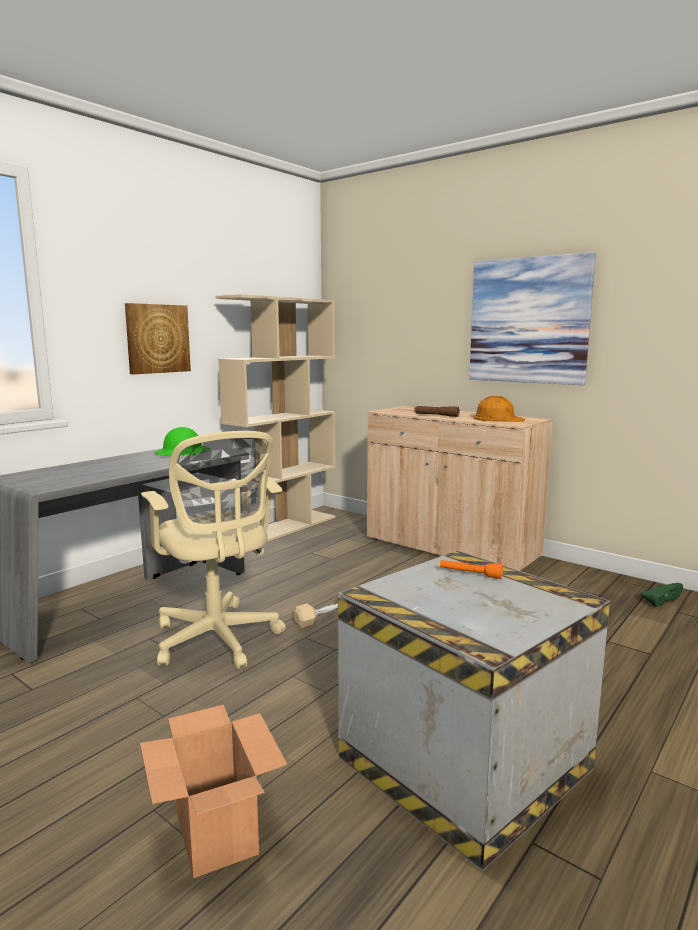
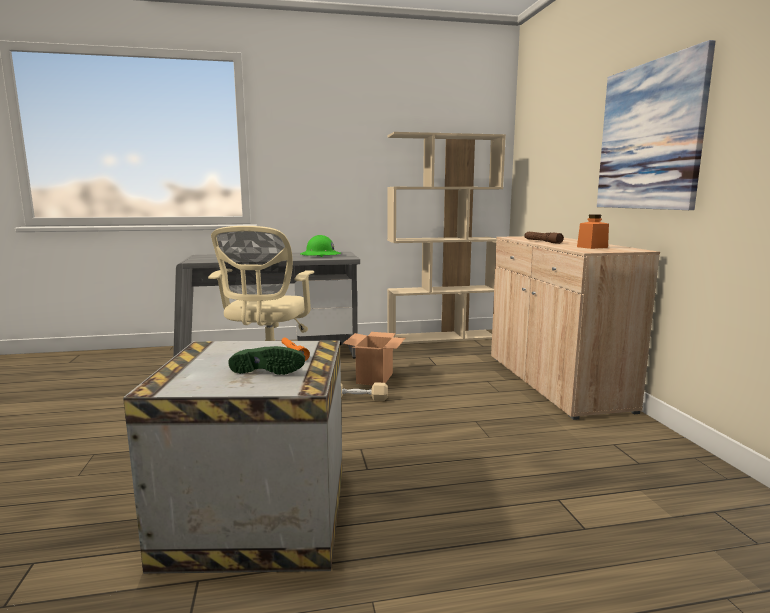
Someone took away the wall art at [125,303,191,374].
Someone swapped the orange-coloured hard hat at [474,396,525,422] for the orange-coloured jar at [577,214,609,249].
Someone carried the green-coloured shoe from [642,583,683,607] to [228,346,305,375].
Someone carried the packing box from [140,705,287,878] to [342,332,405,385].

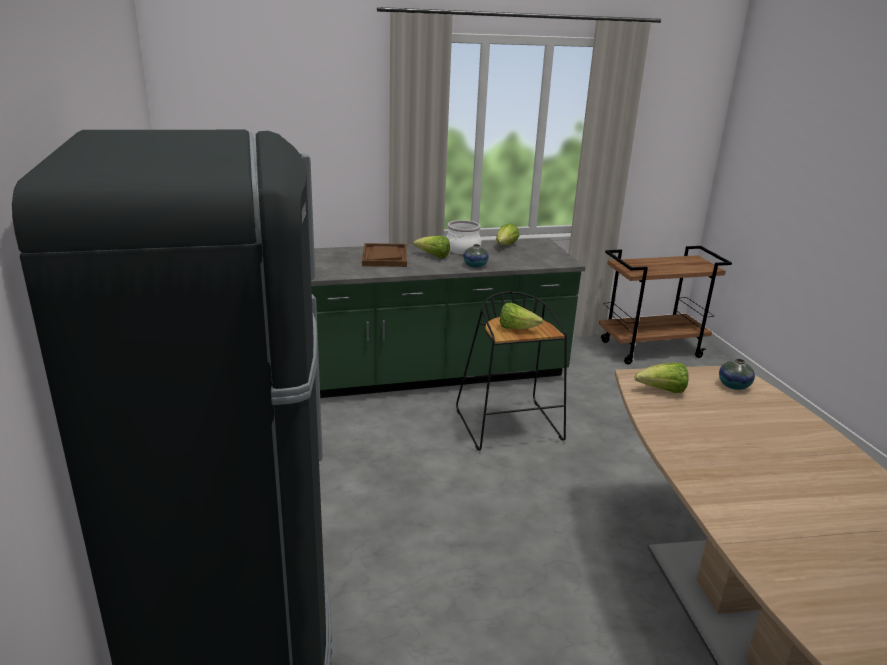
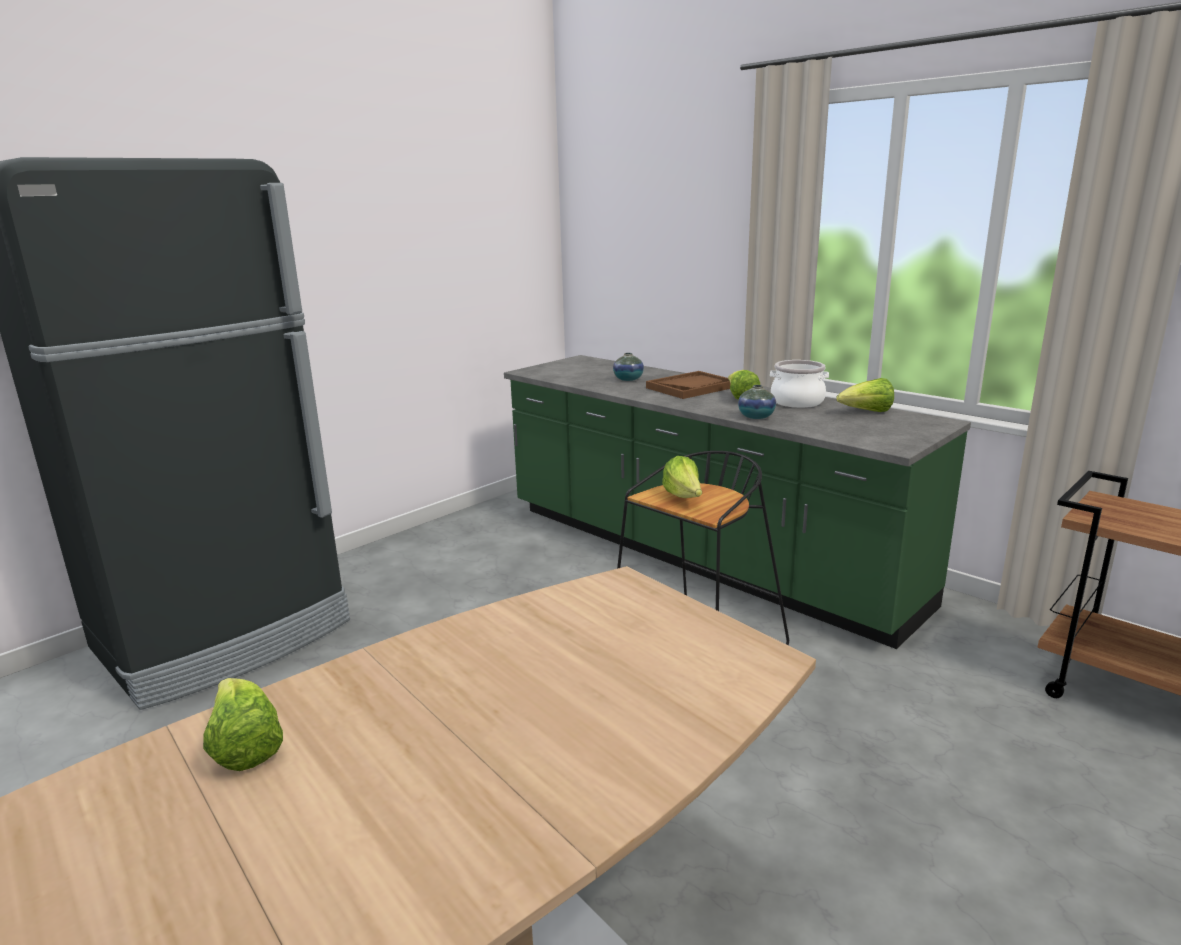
Someone carried the decorative vase from [719,359,755,390] to [613,353,644,381].
Someone carried the lettuce head from [635,362,689,393] to [203,678,283,771].

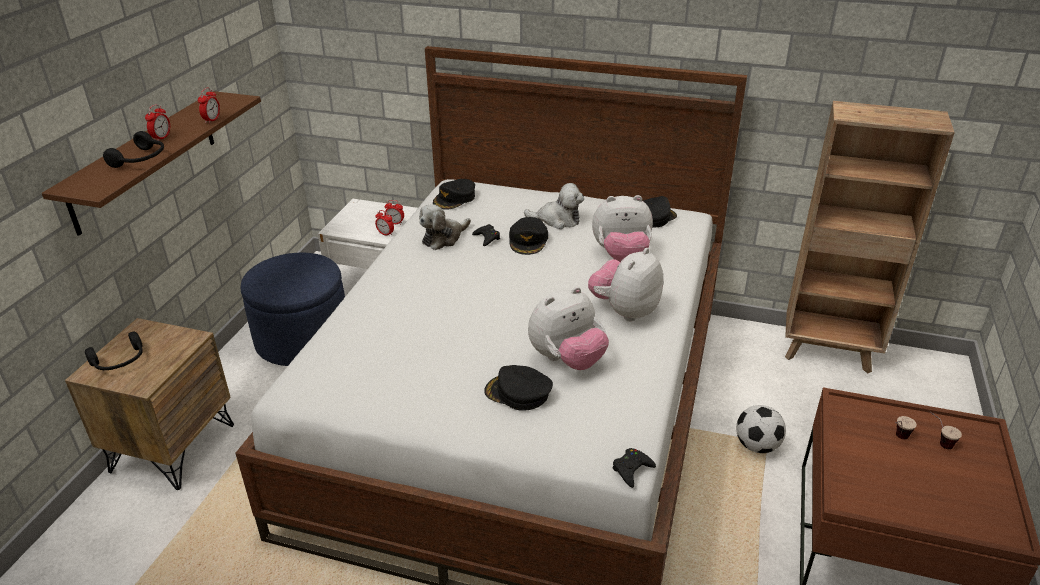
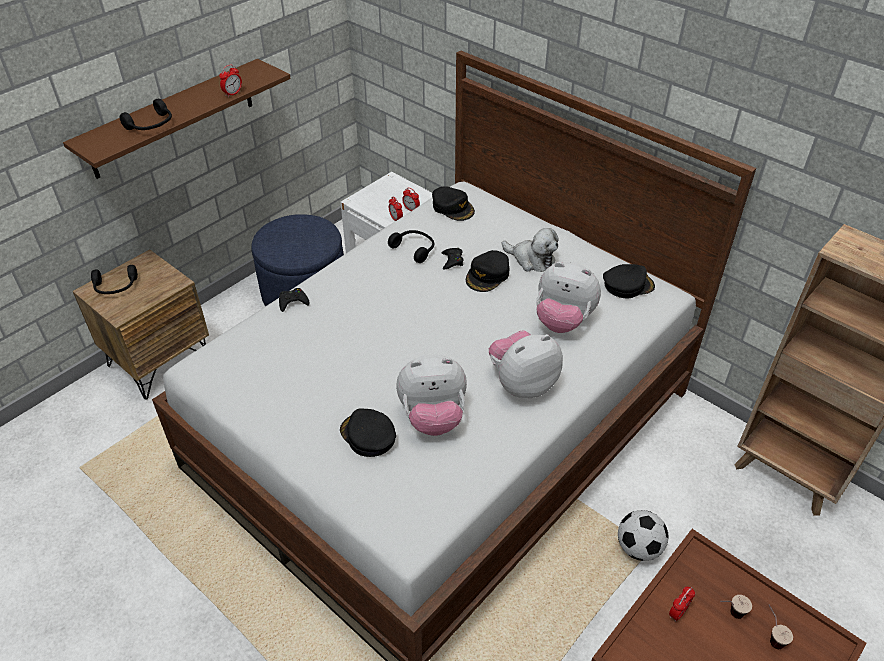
Someone carried the alarm clock from [145,104,170,141] to [669,587,695,622].
Someone rotated the black peaked cap at [433,179,475,210] by 105 degrees counterclockwise.
Someone swapped the cuddly toy at [419,204,471,250] for the black headset at [388,230,434,263].
Someone carried the black game controller from [613,448,656,488] to [279,288,309,312].

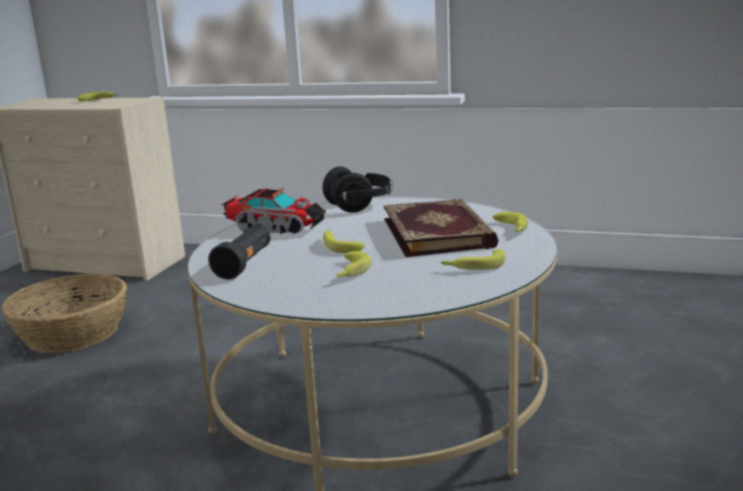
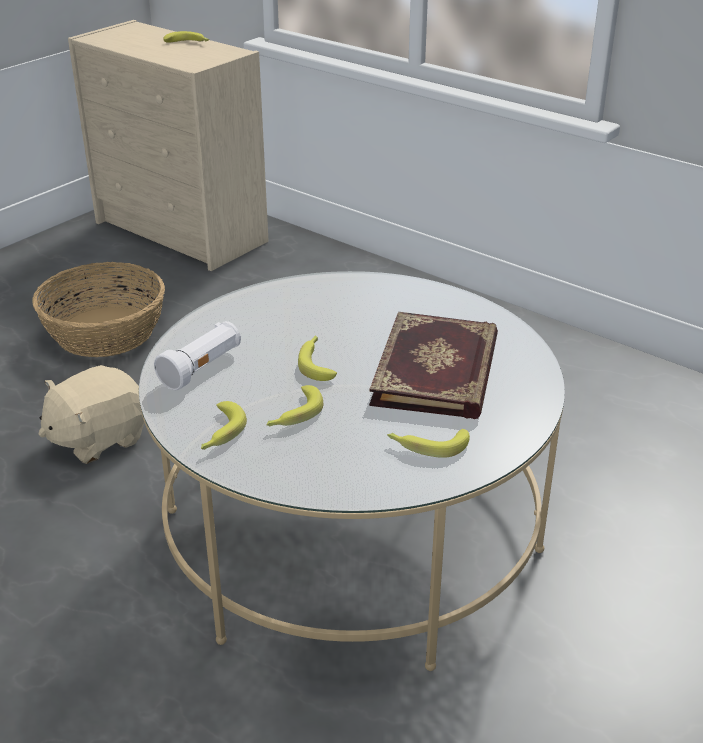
Someone took away the black headset at [323,166,393,213].
Someone took away the toy lorry at [221,188,326,234].
Someone carried the banana from [492,212,528,232] to [201,401,247,450].
Someone repainted the black flashlight at [208,224,270,280], which became the white-coloured flashlight at [154,321,241,390].
Someone put down the beige cuddly toy at [38,365,144,464].

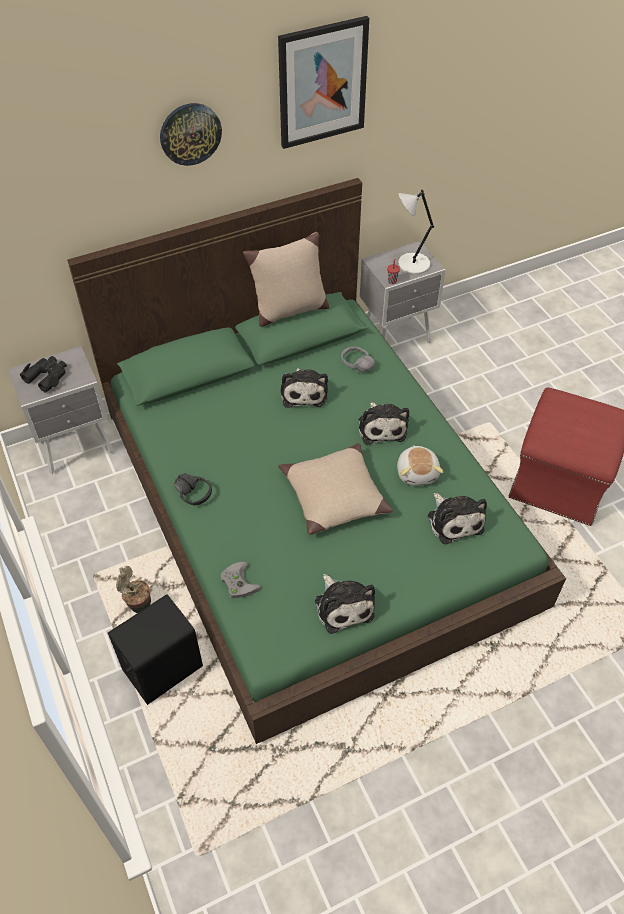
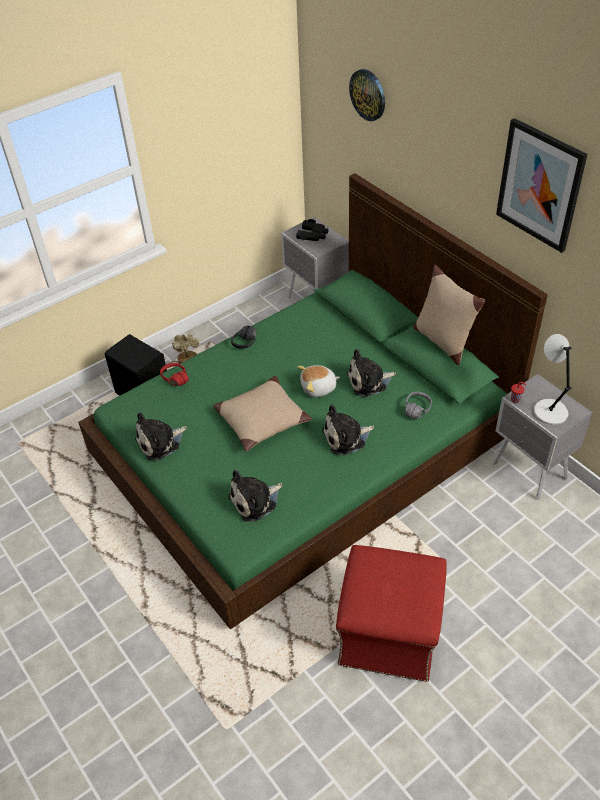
Someone carried the clock on the wall from [160,103,222,166] to [349,69,385,121].
Someone carried the cuddly toy from [397,446,444,485] to [298,365,340,397].
Someone swapped the greyish game controller at [221,562,261,598] for the reddish headset at [160,363,189,386].

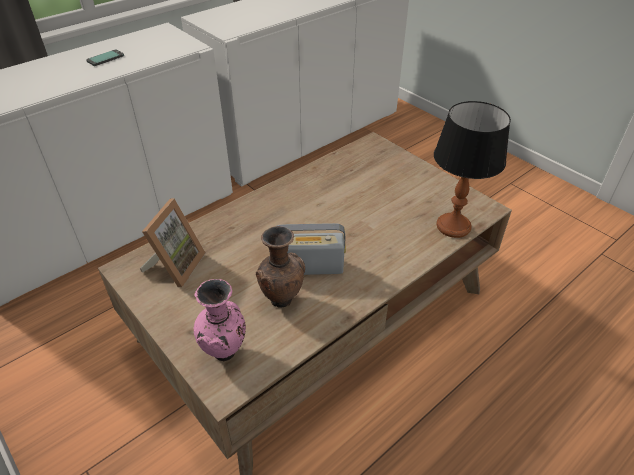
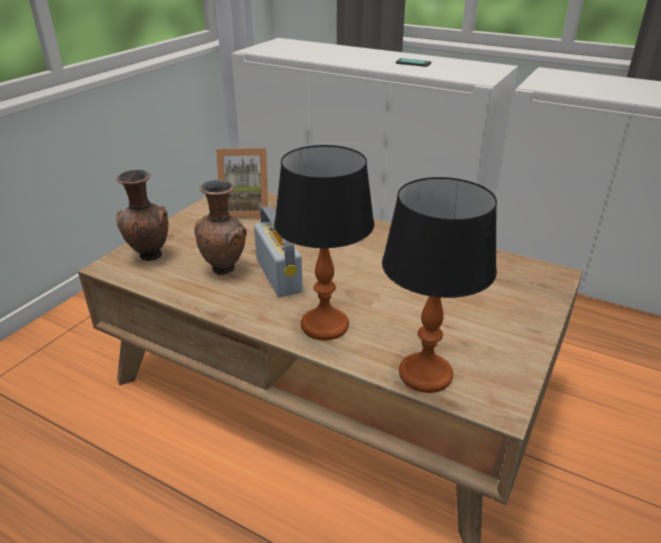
Someone repainted the pink-coloured decorative vase at [194,279,246,361], which became the brownish decorative vase at [116,169,168,261].
Someone put down the lamp for a table at [274,145,374,341].

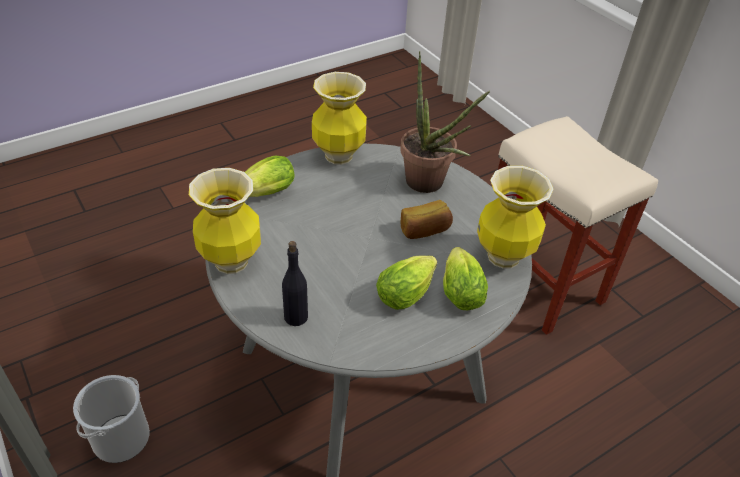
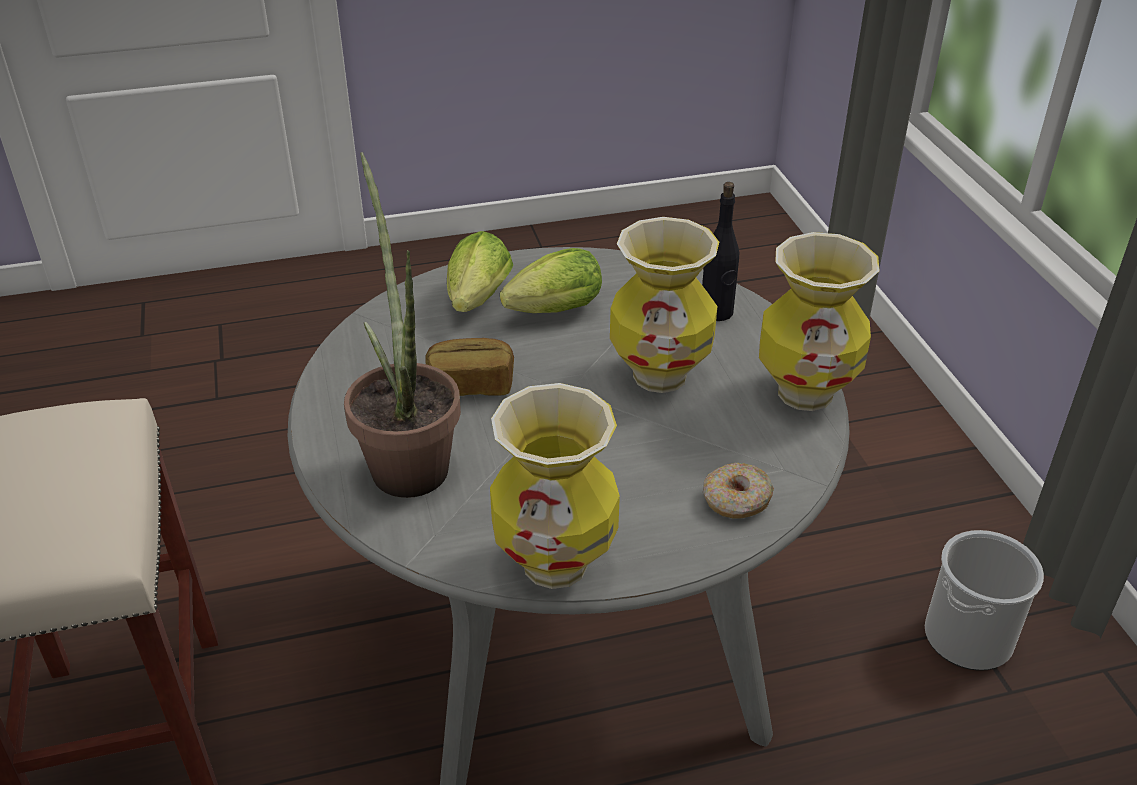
Someone swapped the lettuce head at [245,155,295,197] for the doughnut at [703,463,774,518].
Someone carried the decorative vase from [477,166,554,269] to [610,217,719,393].

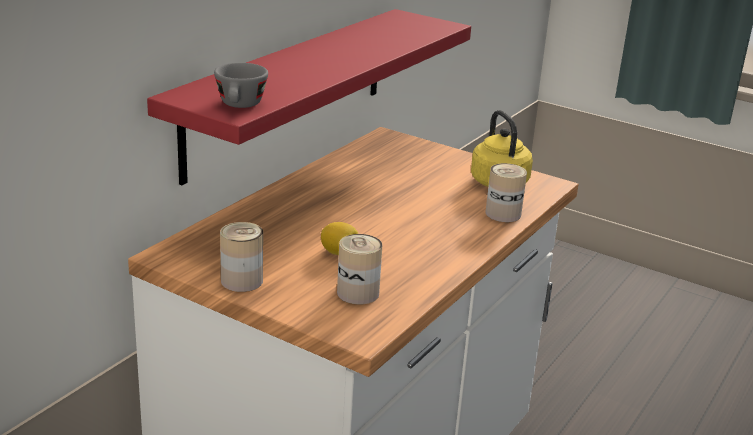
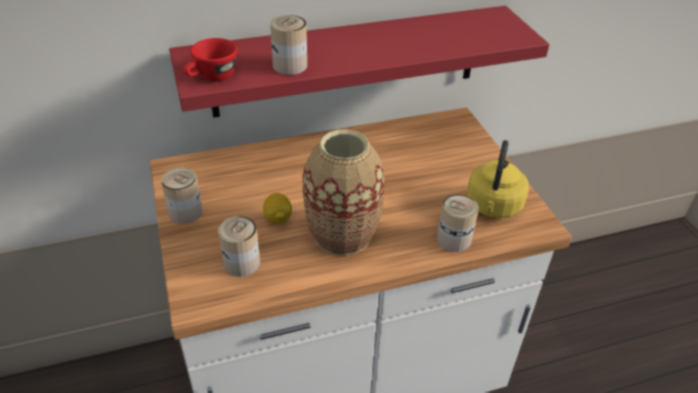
Someone repainted the greyish cup at [214,63,268,108], which became the reddish cup at [183,38,238,81].
Someone put down the metal can at [270,15,307,75].
Someone put down the decorative vase at [303,129,384,256].

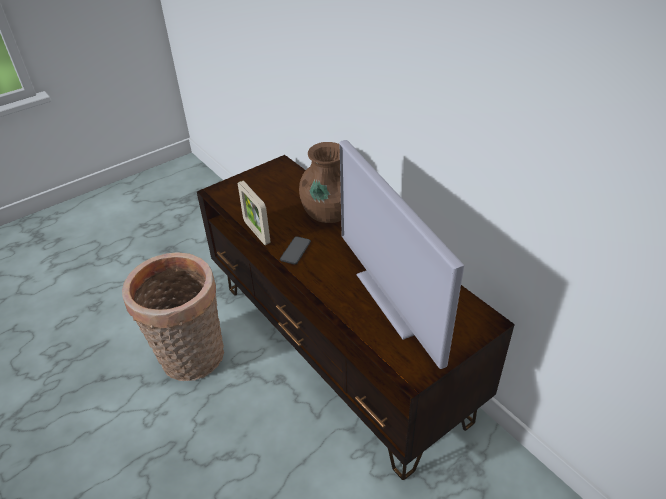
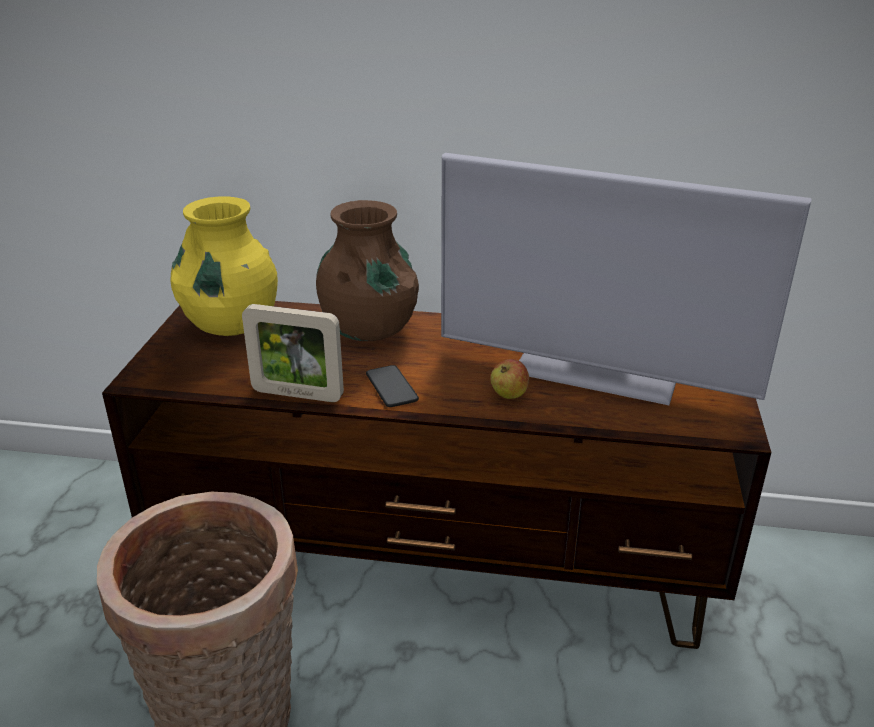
Someone put down the yellow decorative vase at [171,196,278,336].
Someone put down the apple at [490,359,529,399].

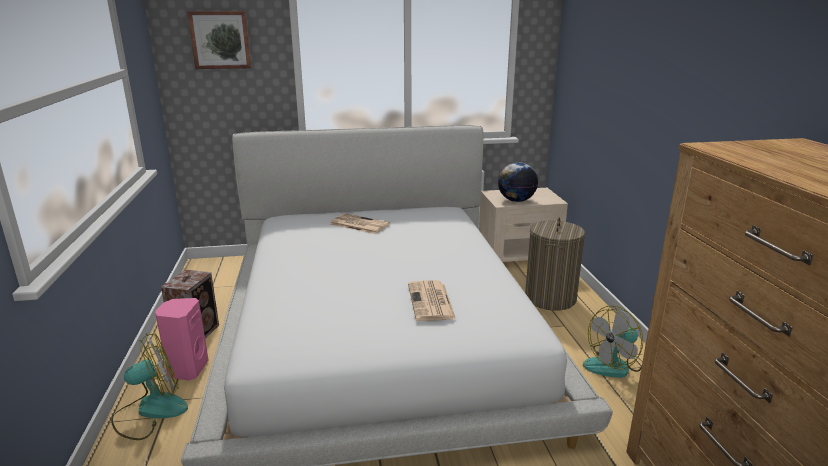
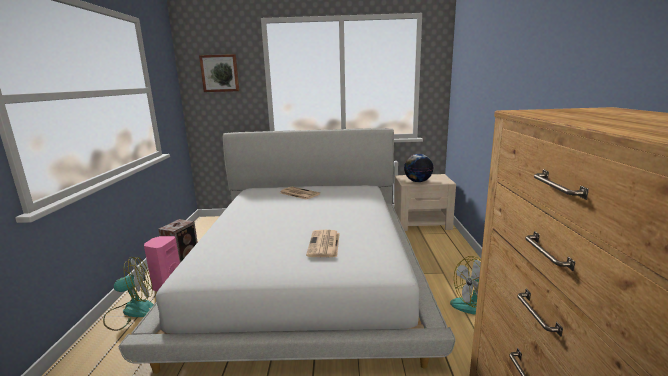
Someone took away the hamper at [525,217,585,311].

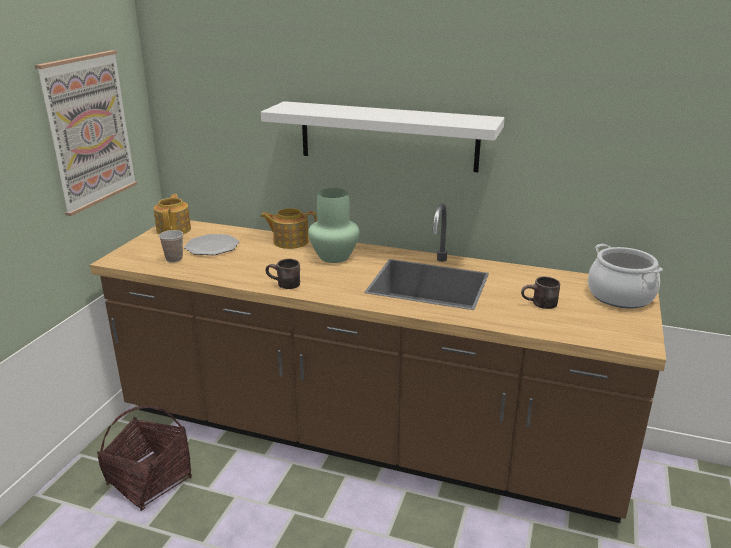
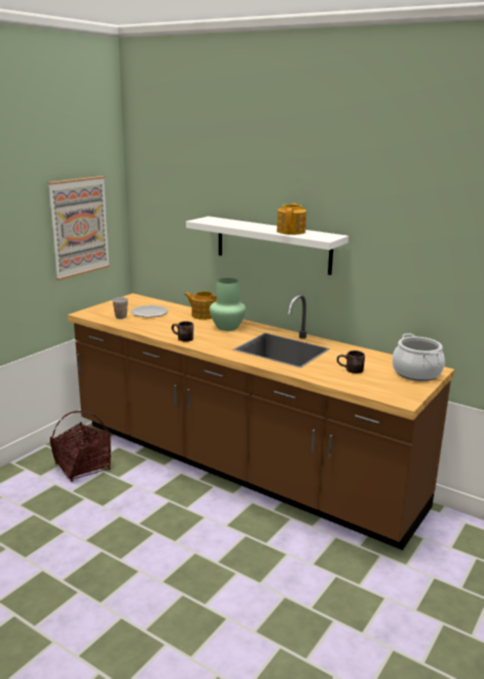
Someone carried the pot for tea from [154,194,191,234] to [277,203,306,235].

